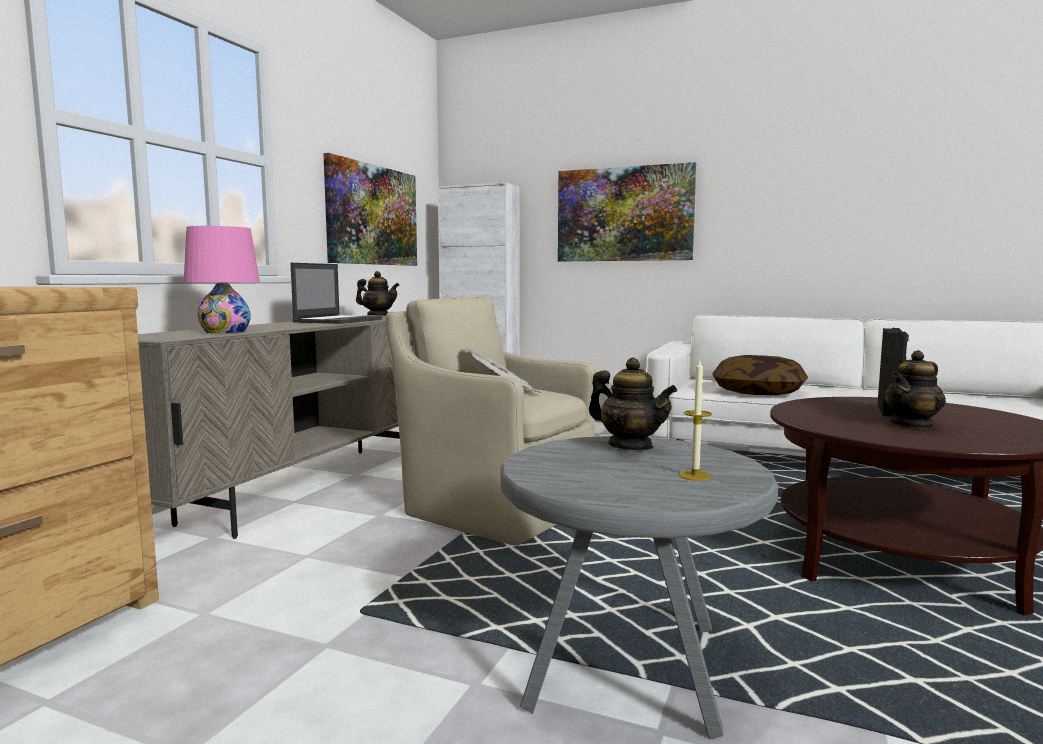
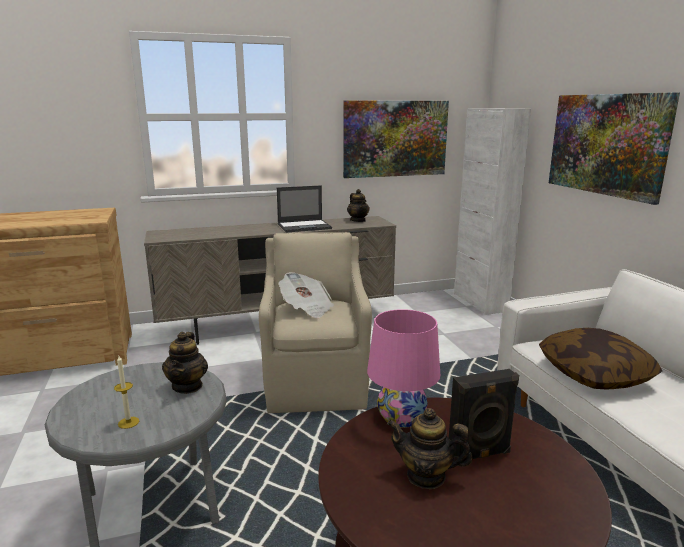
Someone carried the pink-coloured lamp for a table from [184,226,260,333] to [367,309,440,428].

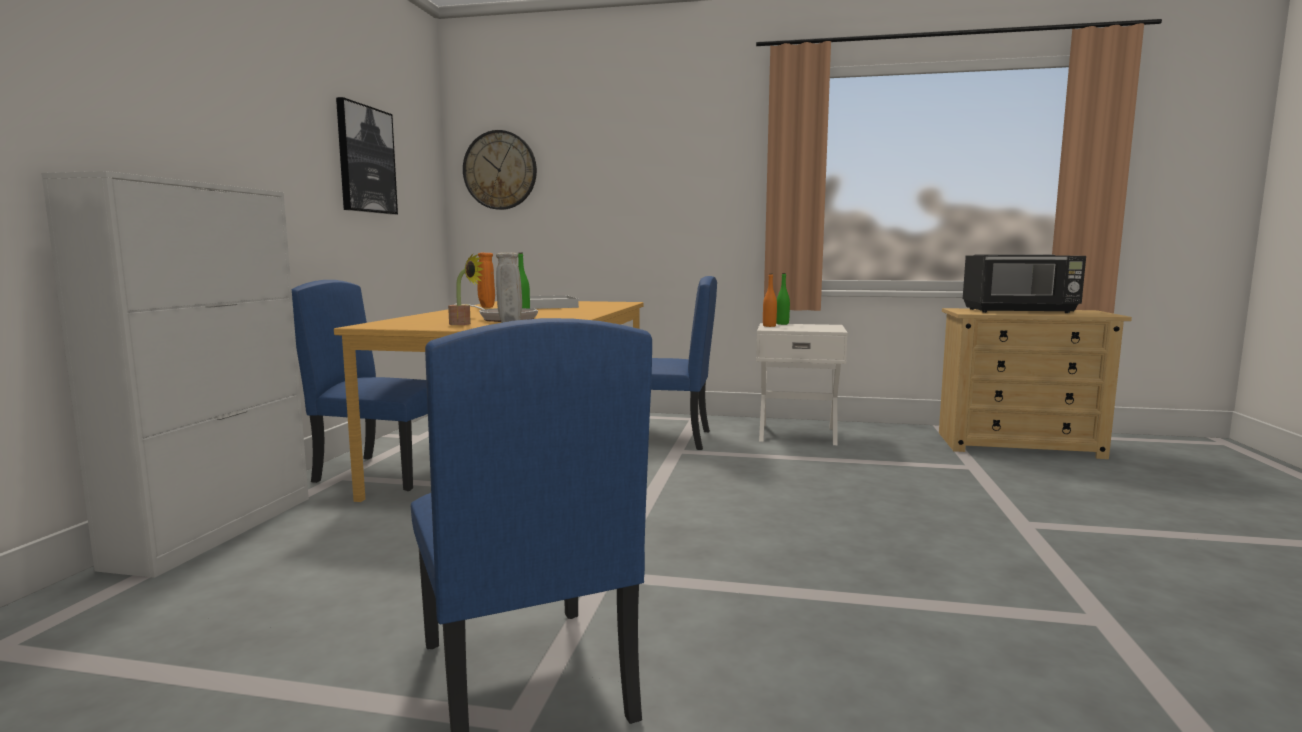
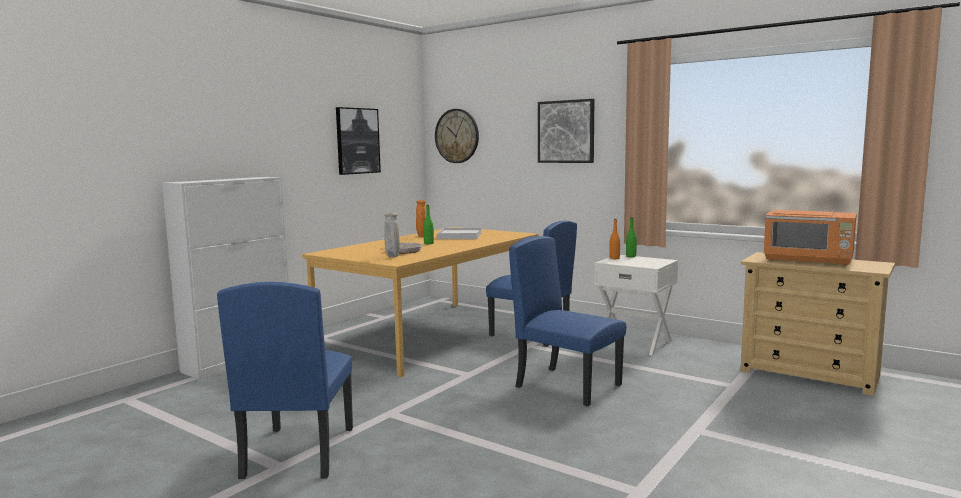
Someone took away the houseplant at [448,253,483,325].
Someone repainted the black microwave at [963,254,1086,313], which became the orange-coloured microwave at [764,210,857,266].
Someone carried the blue upright chair from [292,280,428,491] to [509,236,626,406].
Someone put up the wall art at [538,99,594,163].

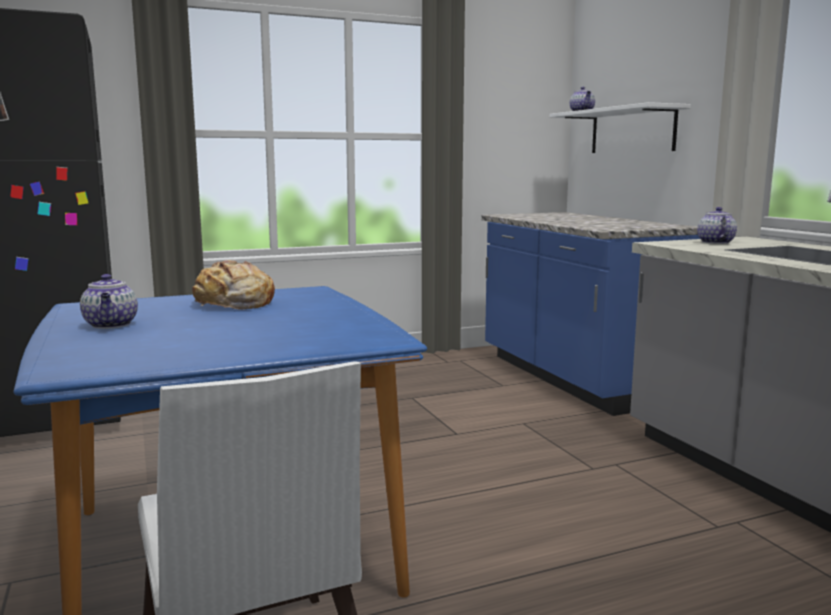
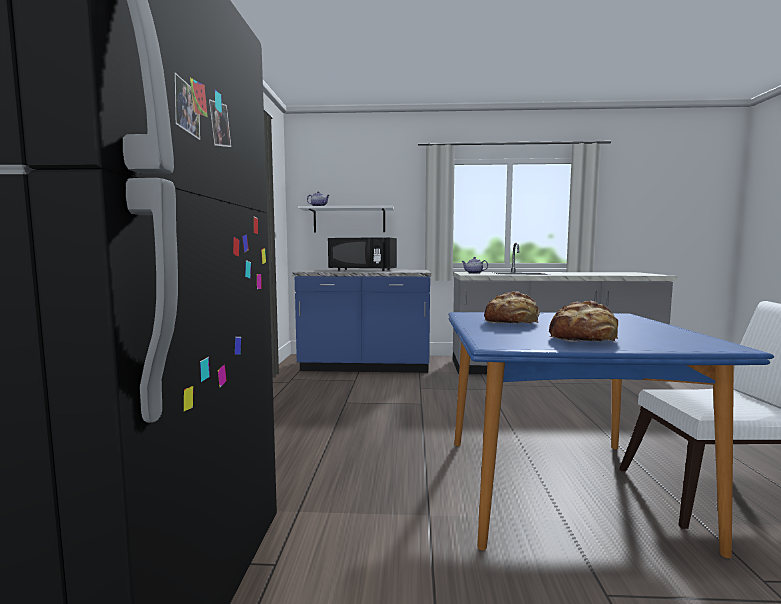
Someone swapped the pot for tea at [80,274,138,329] for the baked bread at [549,301,619,342].
Someone put down the black microwave at [328,237,397,271].

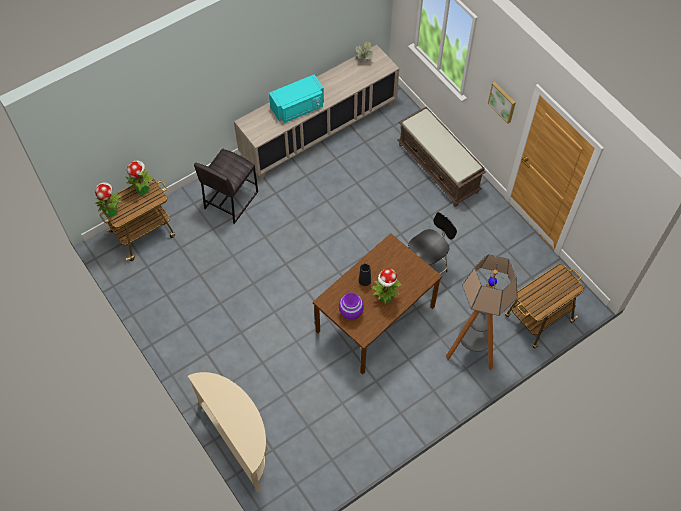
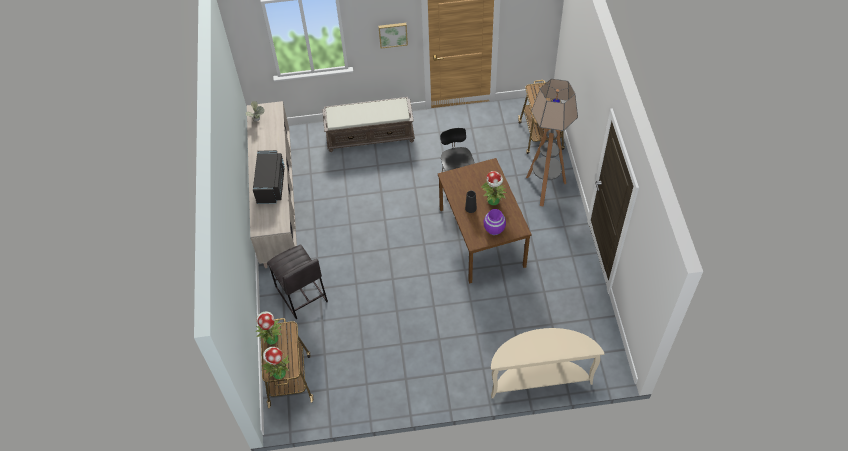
Someone repainted the turquoise-coloured microwave at [269,74,324,123], which became the black microwave at [253,150,285,204].

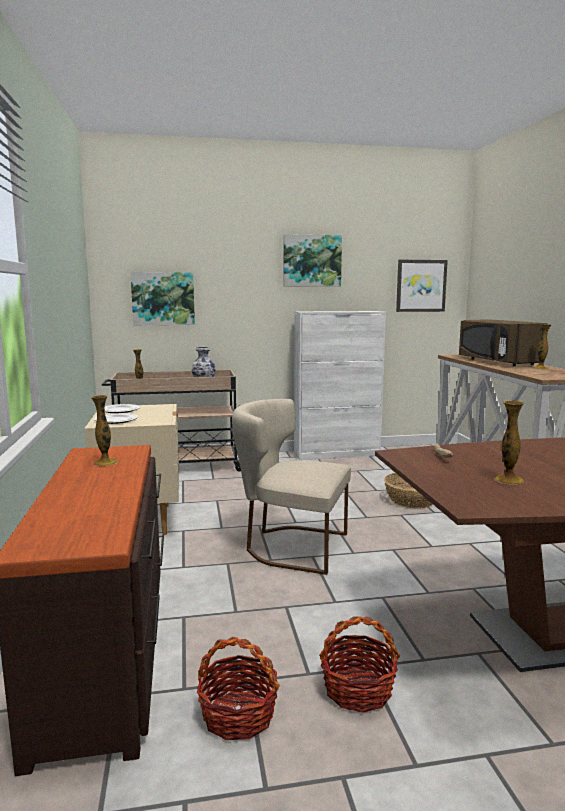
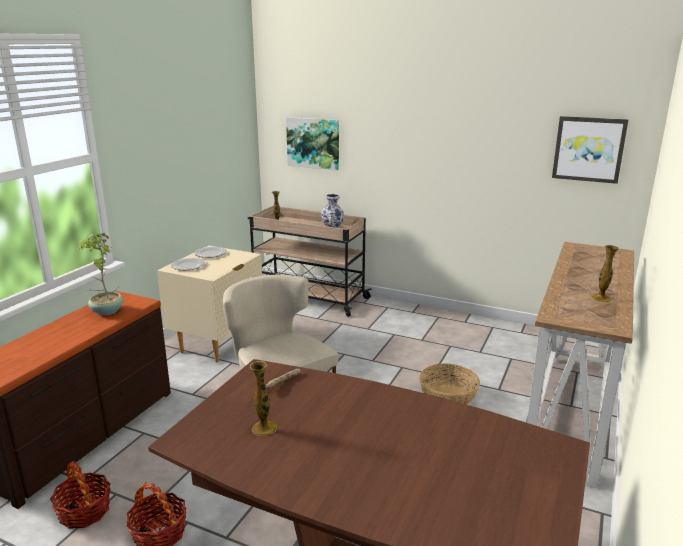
Someone took away the wall art at [283,234,342,287].
Someone took away the white-coloured cupboard at [294,311,386,460].
Someone took away the brownish microwave at [459,319,548,366].
Someone swapped the decorative vase at [91,395,118,466] for the houseplant at [77,233,123,315].

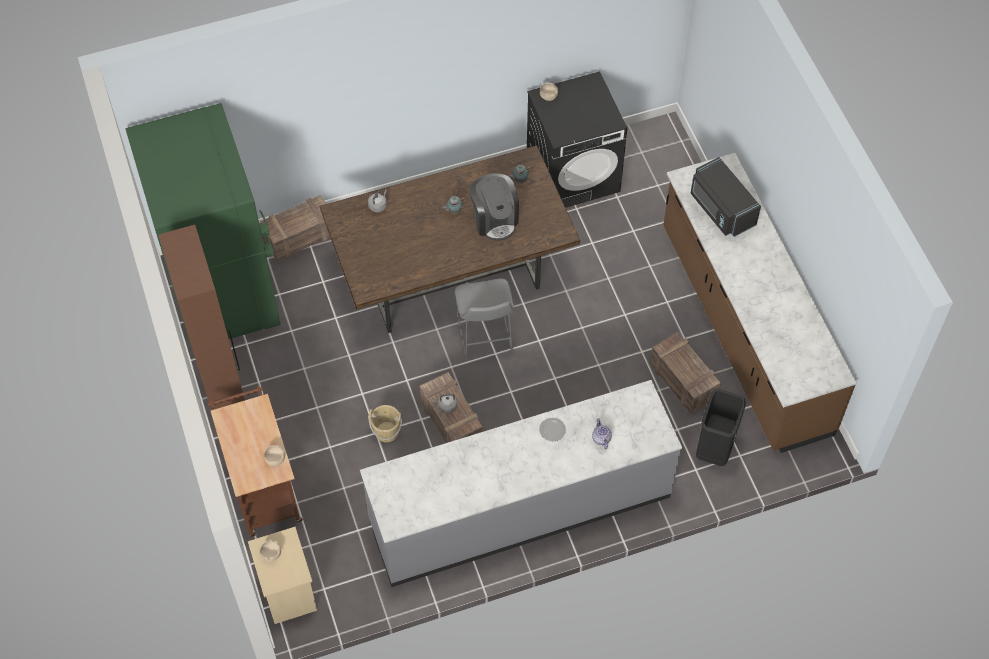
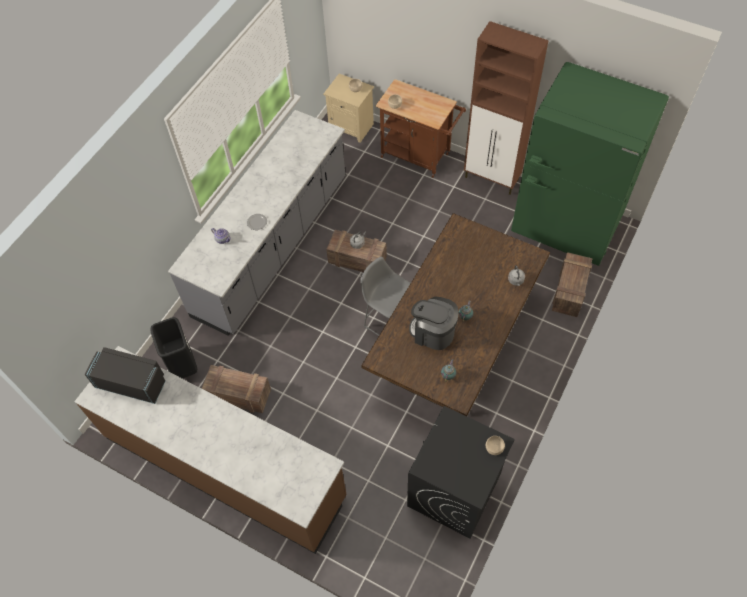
Someone carried the black microwave from [691,157,761,237] to [85,347,166,404].
Someone took away the beige water bucket at [368,405,402,442].

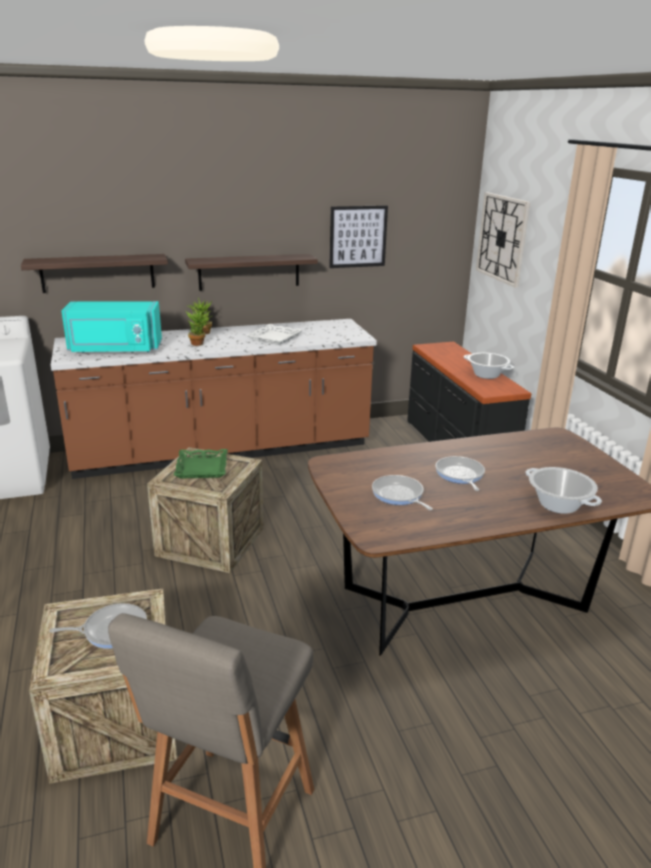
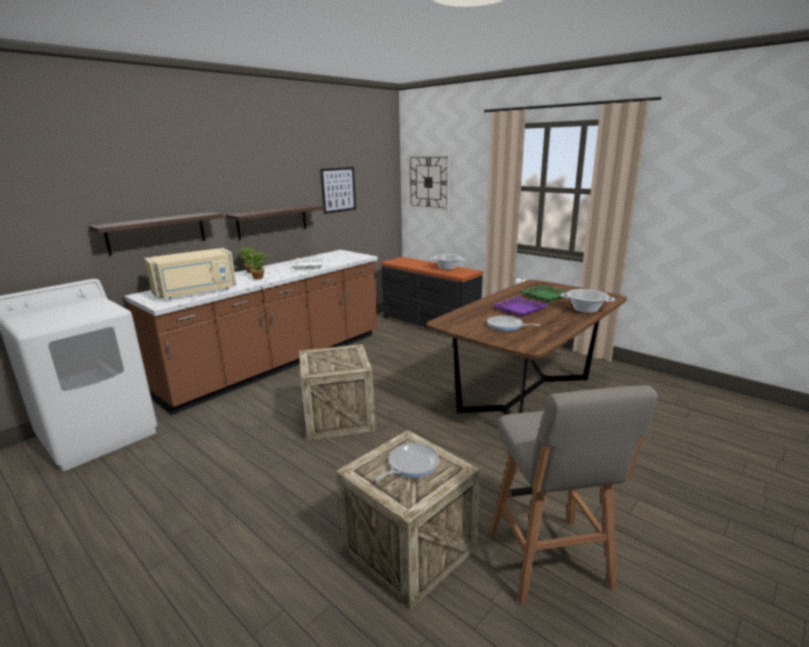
Someone repainted the turquoise-coloured microwave at [61,301,162,353], which became the beige microwave at [144,248,236,299].
Someone carried the green-coloured tray from [174,449,228,478] to [520,284,568,302].
Someone swapped the pan at [436,456,485,491] for the purple tray at [493,296,548,317].

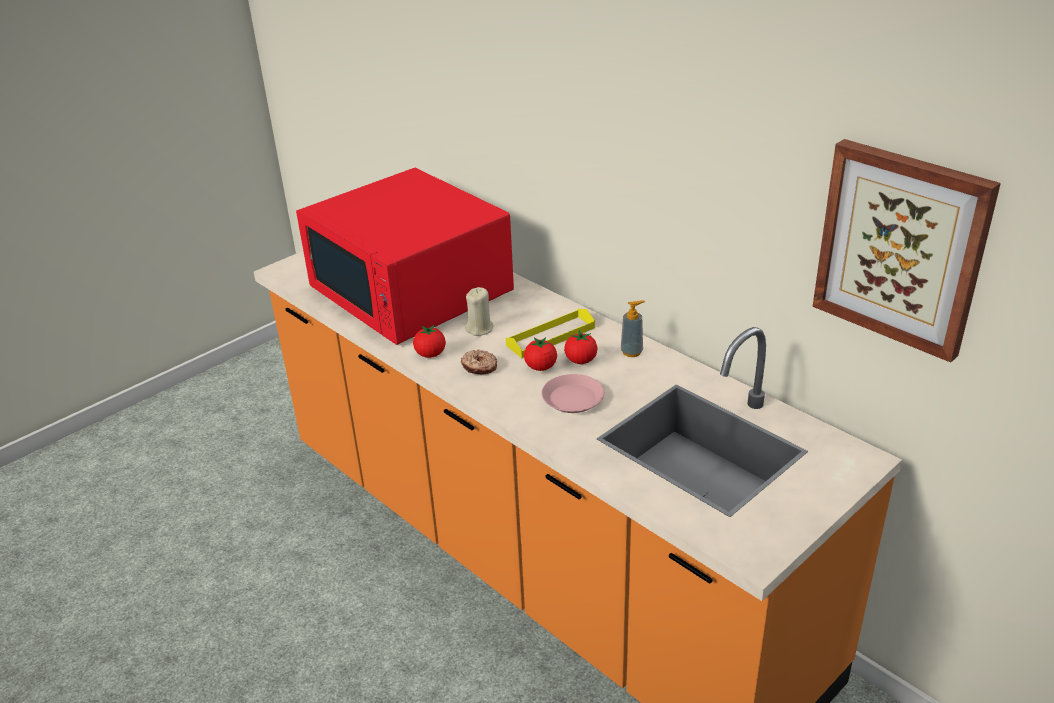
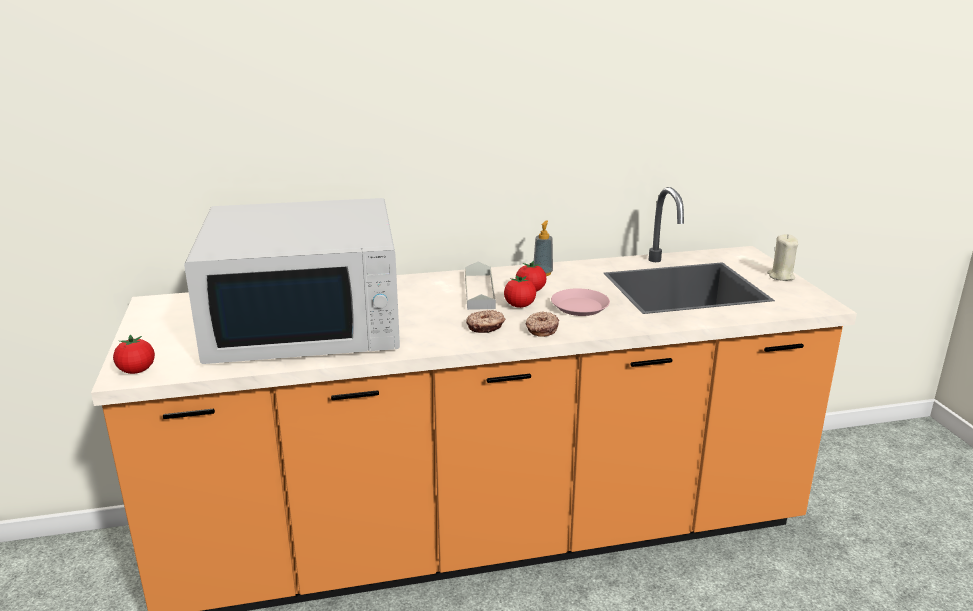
Someone took away the wall art at [812,139,1001,363].
Someone repainted the reddish microwave at [296,168,514,345], which became the white-coloured microwave at [184,198,400,364].
Someone carried the beige wax candle from [465,287,494,336] to [767,234,798,281].
Someone repainted the yellow tray at [506,309,595,358], which became the greyish tray at [465,262,496,310].
Someone carried the fresh tomato from [413,325,446,358] to [113,335,155,374].
Someone put down the doughnut at [526,311,559,337].

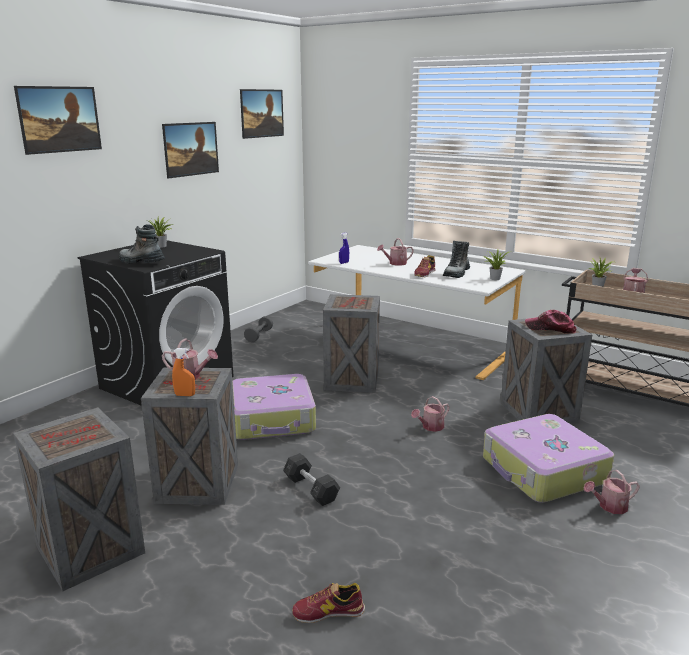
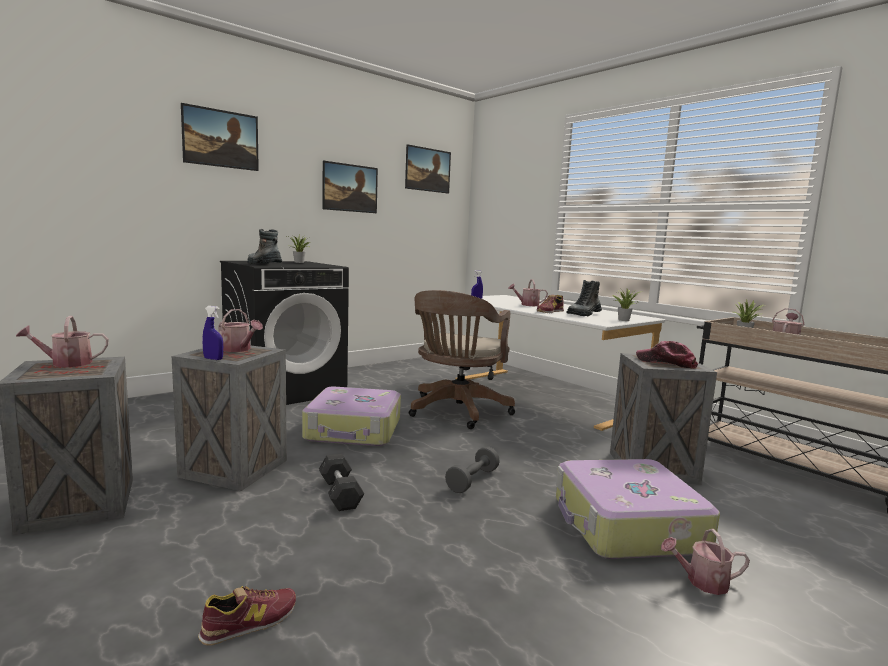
Someone swapped the packing crate at [323,294,380,393] for the brownish desk chair at [409,290,515,429].
Someone carried the greyish free weight from [244,316,273,342] to [445,446,500,493].
Someone repainted the orange-coloured sprayer at [172,348,195,396], which became the blue sprayer at [203,306,223,360].
Someone carried the watering can from [411,396,450,432] to [16,316,109,367].
Someone rotated the shoe at [292,583,365,623] by 135 degrees clockwise.

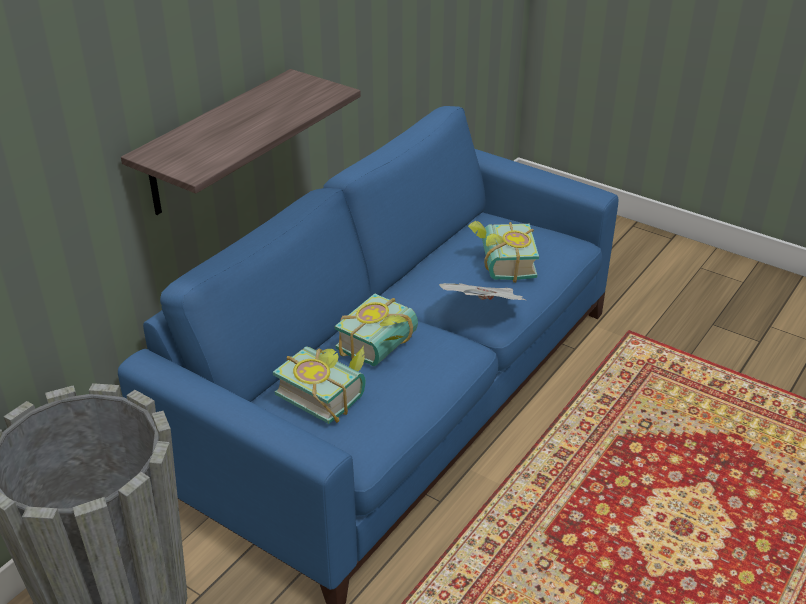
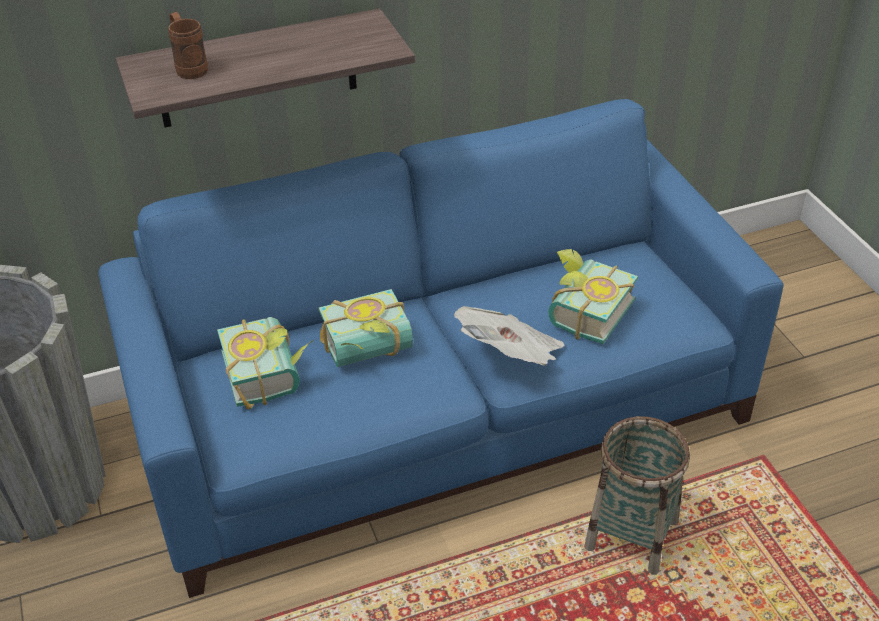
Someone put down the brownish tea mug at [168,12,208,79].
Someone put down the basket at [585,416,690,575].

